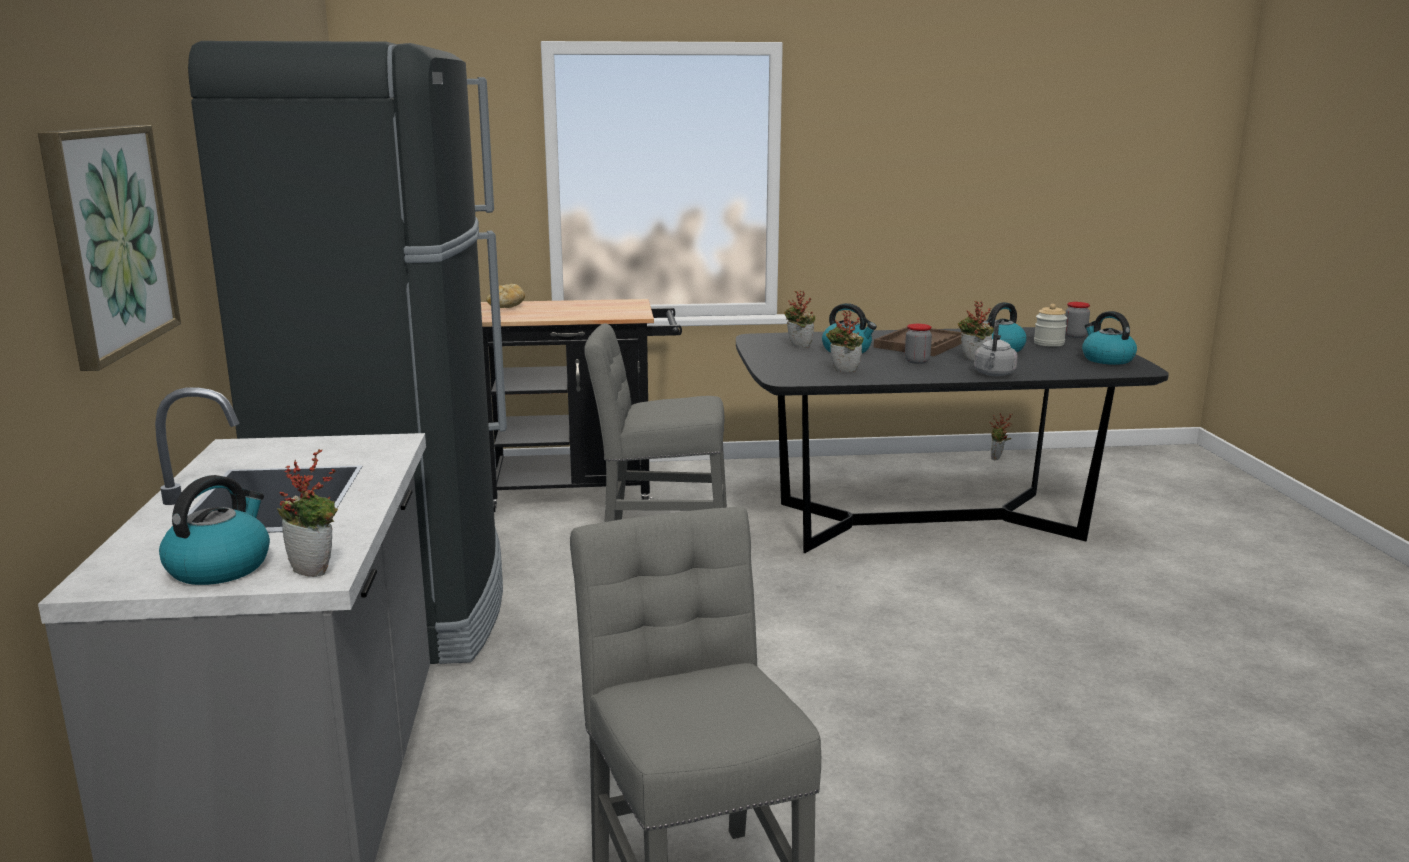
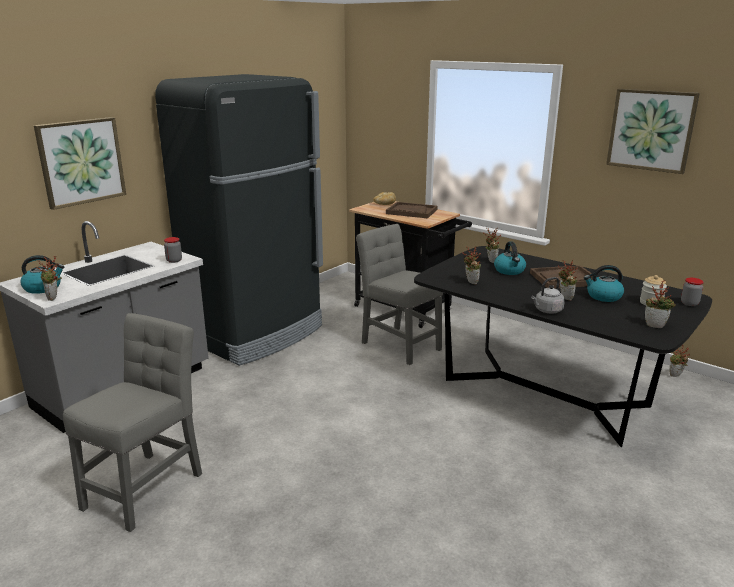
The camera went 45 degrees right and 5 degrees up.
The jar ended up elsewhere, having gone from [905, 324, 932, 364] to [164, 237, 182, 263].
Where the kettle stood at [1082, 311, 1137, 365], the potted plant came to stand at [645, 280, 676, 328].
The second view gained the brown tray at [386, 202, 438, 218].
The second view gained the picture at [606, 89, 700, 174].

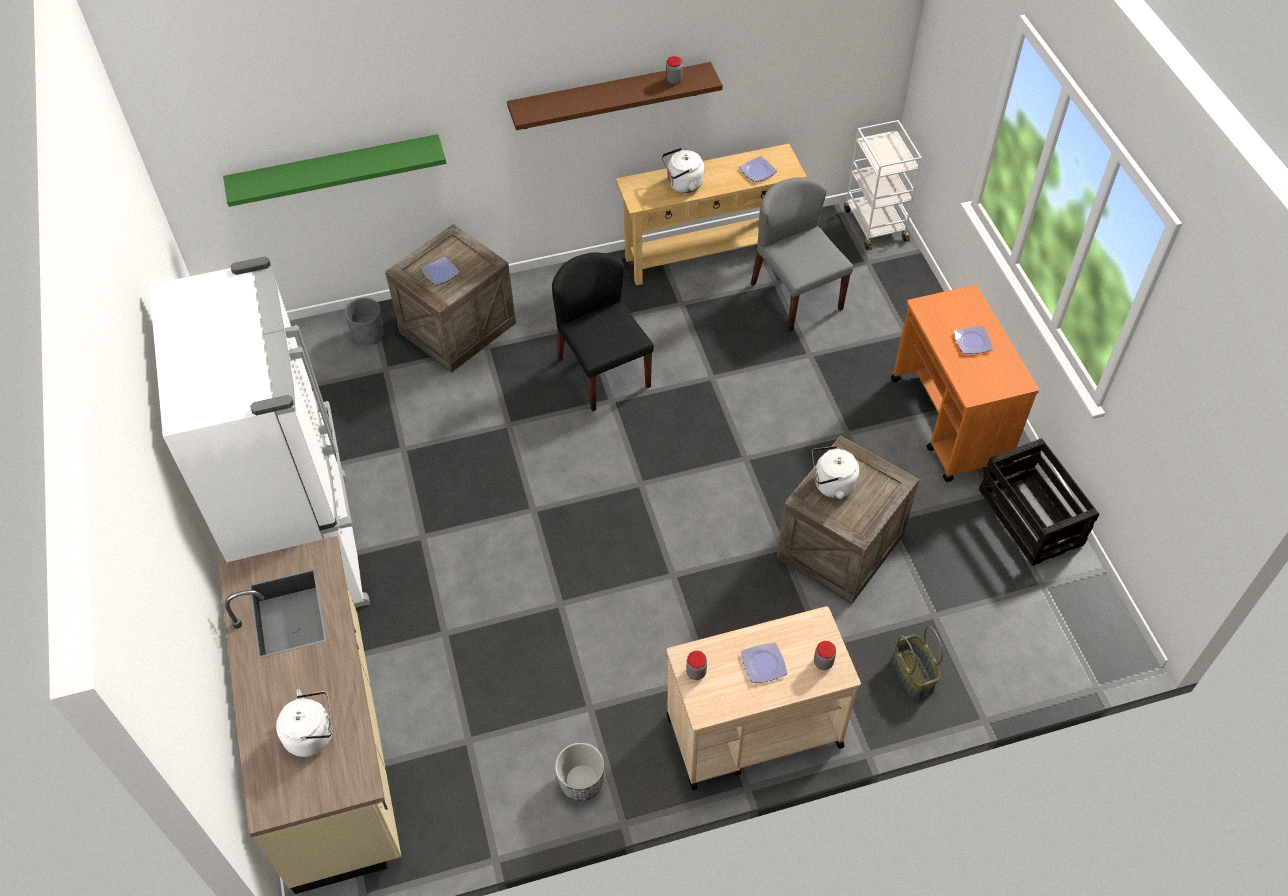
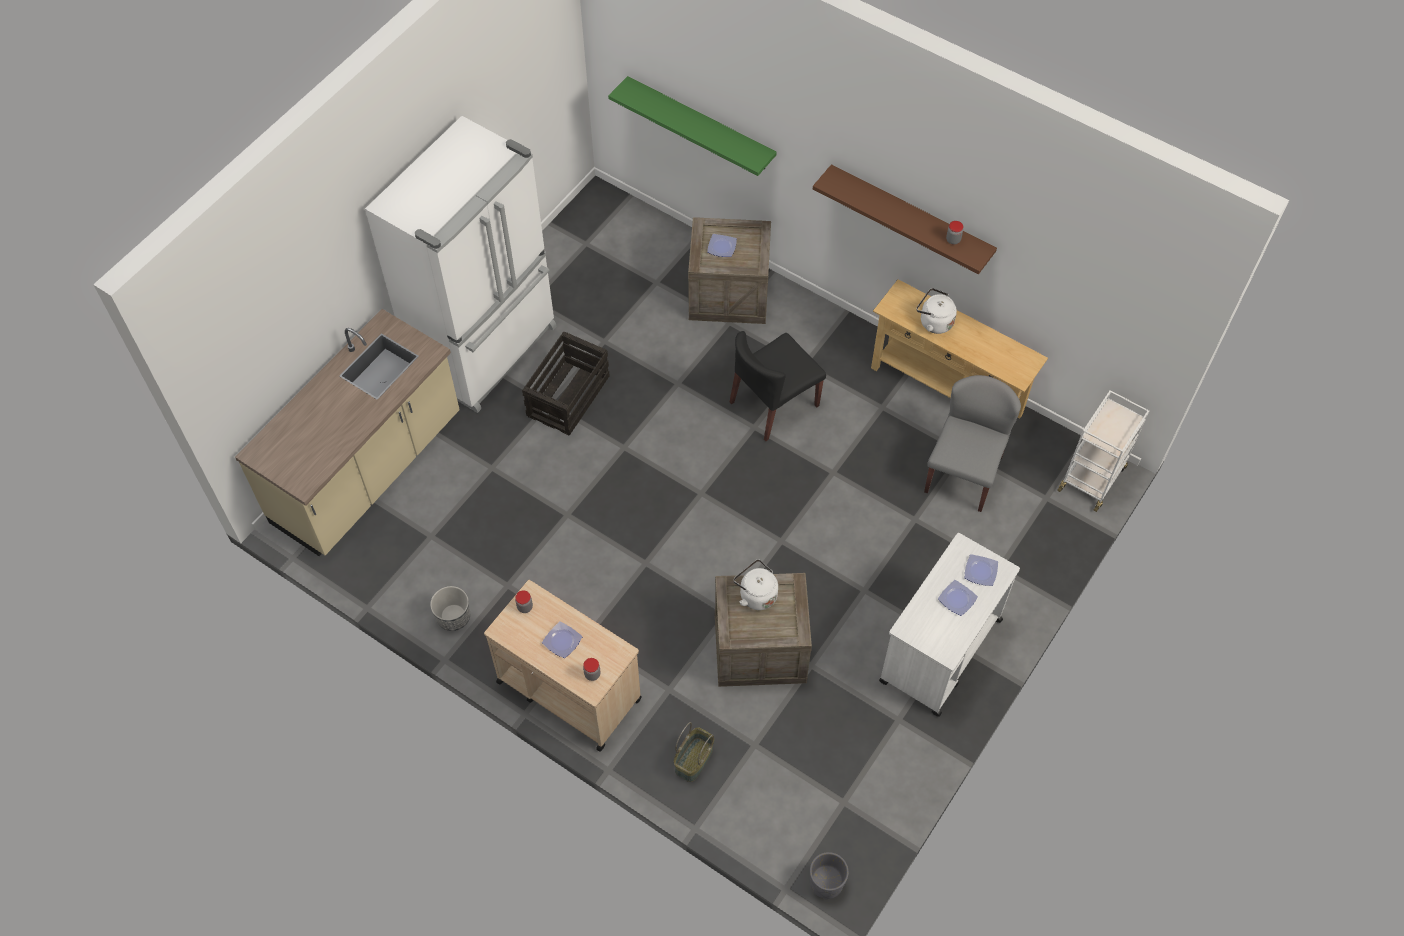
The camera went 50 degrees right and 5 degrees up.
The second view lost the white kettle at [276, 689, 333, 757].
The grey planter ended up elsewhere, having gone from [344, 297, 384, 345] to [810, 852, 848, 899].
The black chair at [552, 252, 654, 411] ended up facing another way, 150 degrees counterclockwise from before.
The plate ended up elsewhere, having gone from [739, 156, 777, 182] to [965, 554, 998, 586].
What was the orange cart at [891, 285, 1039, 482] turned into the white cart at [879, 533, 1020, 717].
The crate ended up elsewhere, having gone from [979, 438, 1099, 566] to [522, 331, 610, 435].

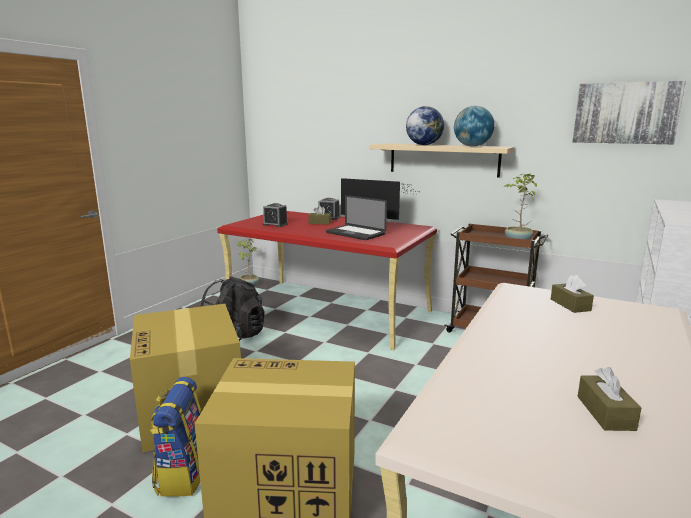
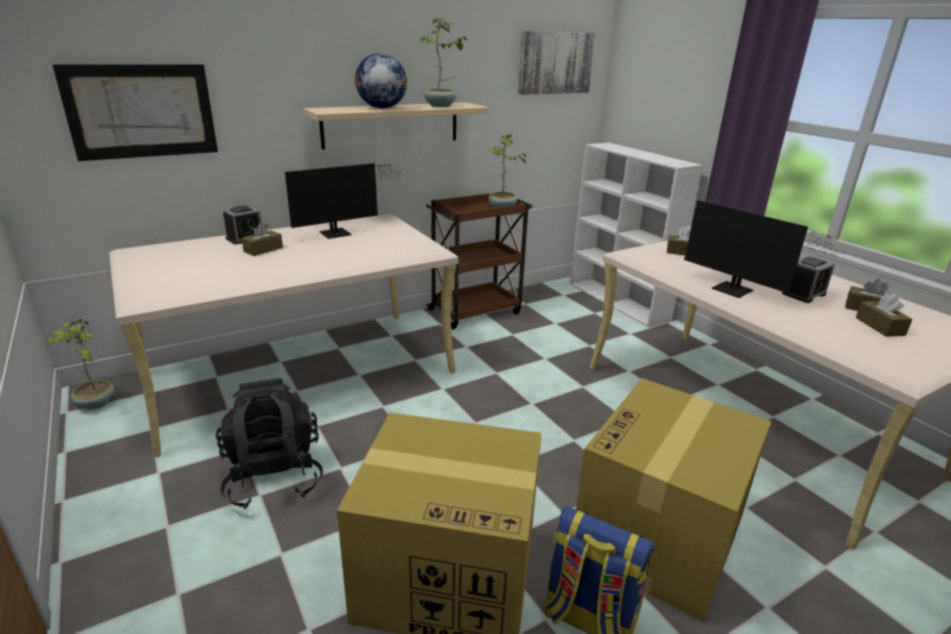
The camera went 60 degrees left and 10 degrees up.
What was the red desk at [217, 211, 437, 350] turned into the beige desk at [109, 214, 459, 458].
The alarm clock ended up elsewhere, having gone from [263, 203, 288, 227] to [782, 256, 835, 303].
The second view lost the laptop at [326, 195, 387, 240].
Where the globe stood at [454, 106, 495, 147], the potted plant came to stand at [419, 17, 468, 107].
The second view gained the picture at [52, 64, 218, 161].
The second view gained the monitor at [684, 200, 846, 298].
The second view gained the brown tissue box at [856, 293, 913, 337].

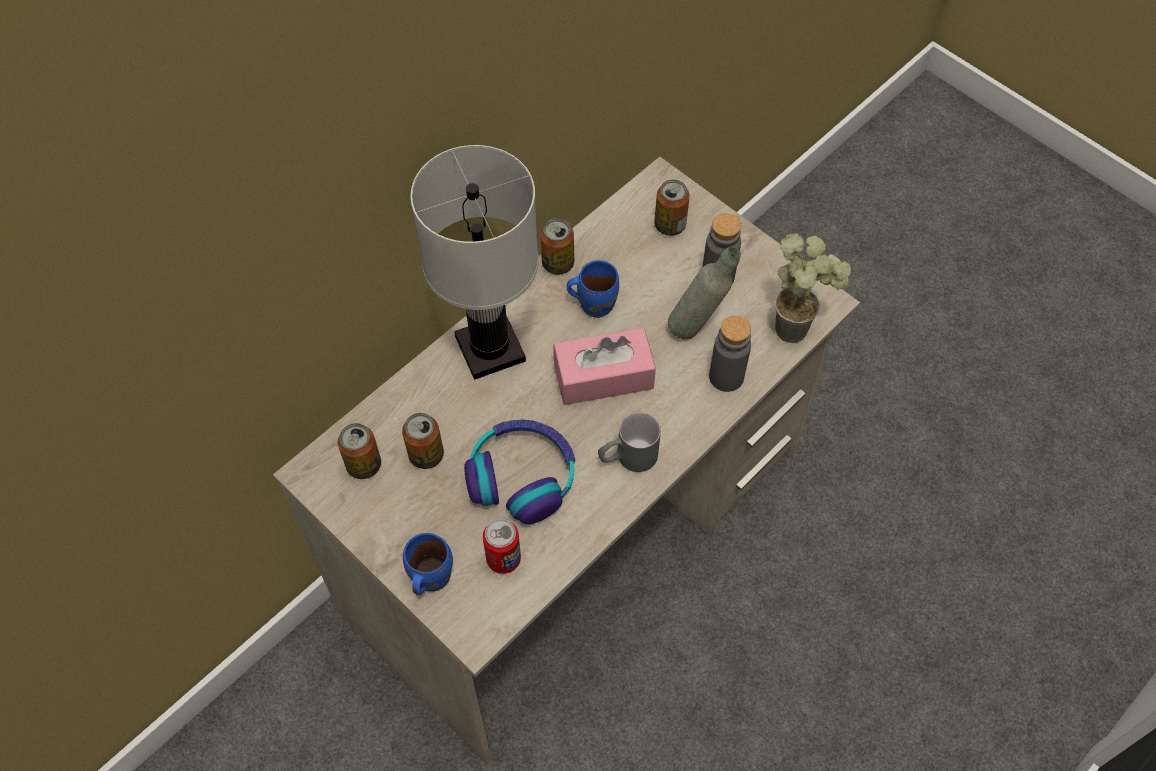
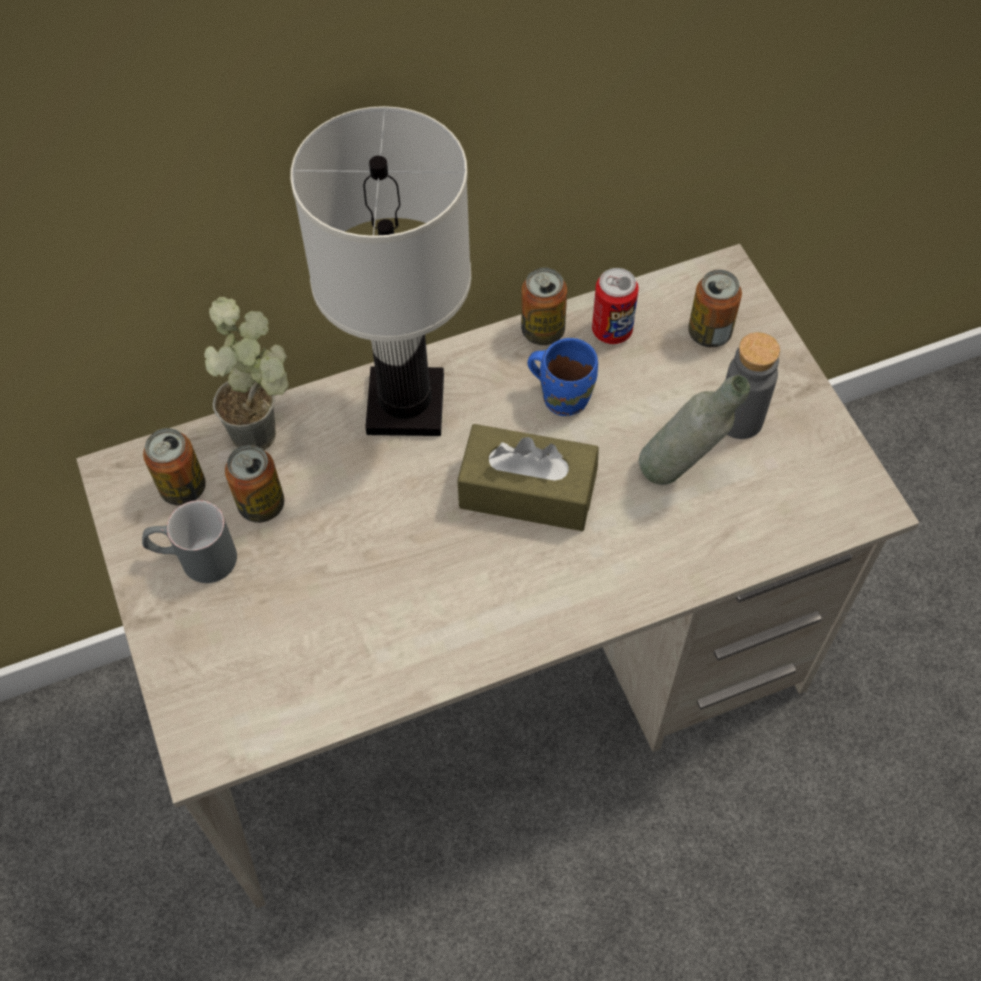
The camera went 25 degrees right and 0 degrees up.
The second view lost the blue mug at [403, 533, 453, 595].
The second view lost the headphones at [464, 420, 575, 524].
The can ended up elsewhere, having gone from [483, 519, 521, 574] to [592, 268, 639, 344].
What was the pink tissue box at [553, 328, 656, 405] turned into the brown tissue box at [457, 424, 599, 531].
The grey mug ended up elsewhere, having gone from [598, 412, 661, 472] to [142, 500, 237, 583].
The second view lost the grey bottle at [709, 316, 751, 392].
The potted plant ended up elsewhere, having gone from [775, 233, 851, 343] to [204, 297, 289, 450].

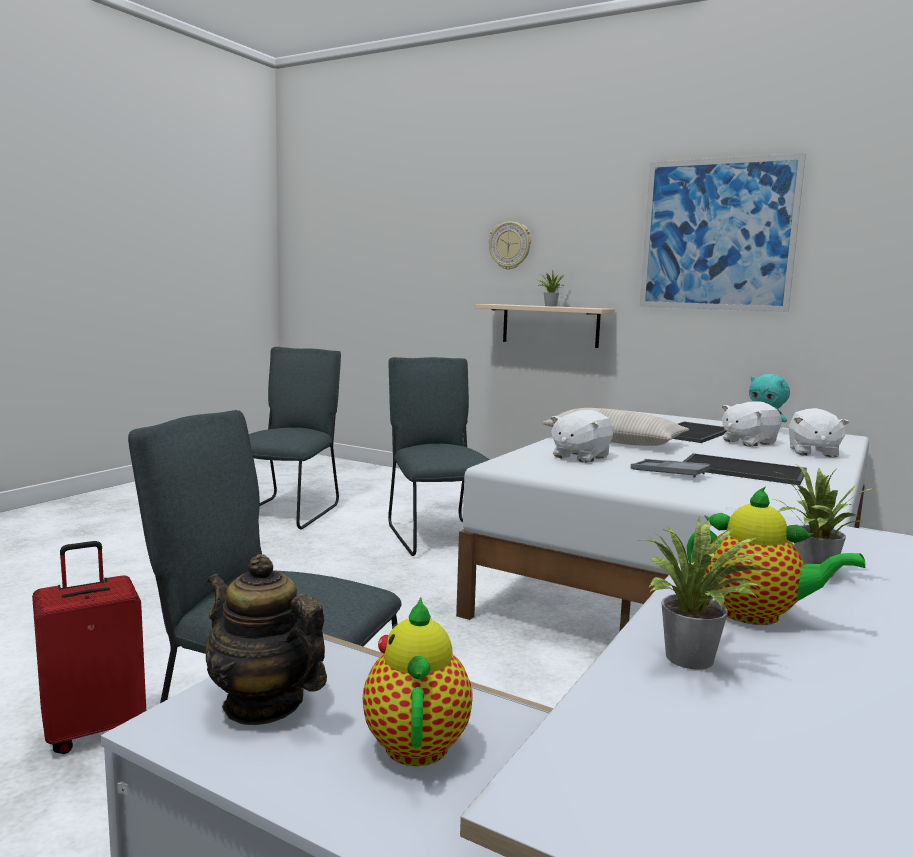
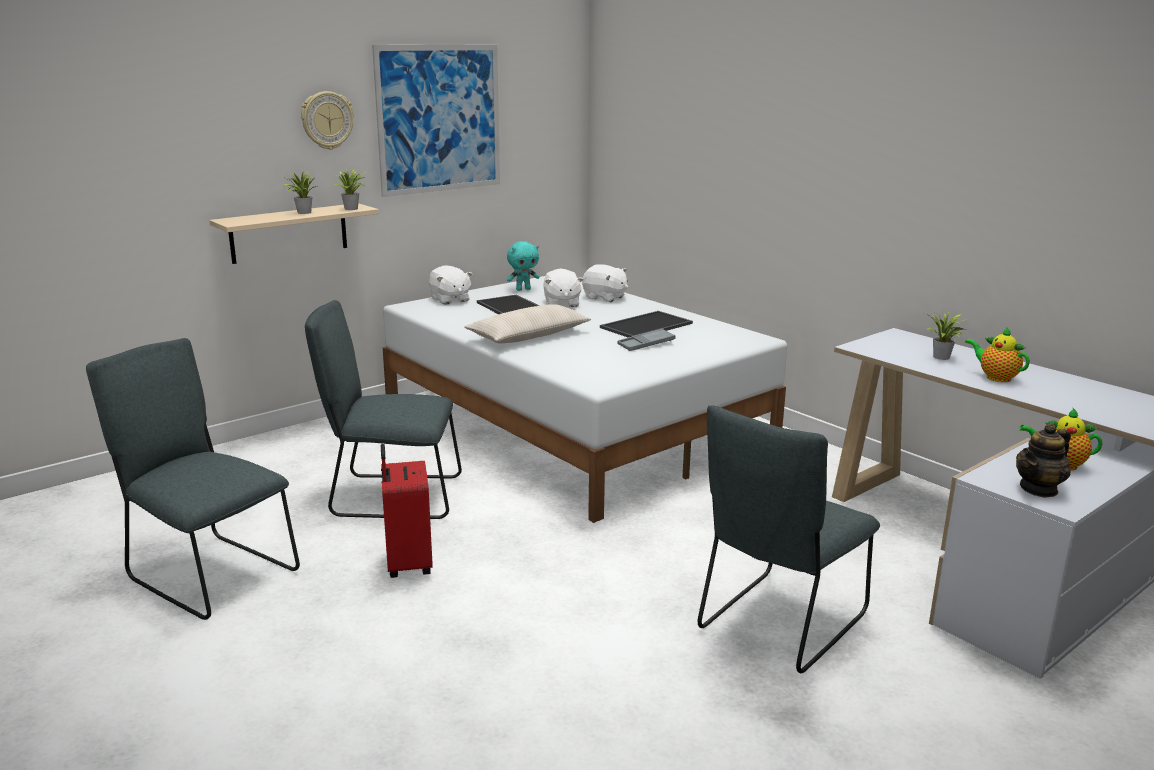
The camera went 70 degrees left and 10 degrees up.
The red suitcase ended up elsewhere, having gone from [32, 541, 146, 754] to [381, 444, 433, 578].
The wall clock ended up elsewhere, having gone from [489, 221, 531, 270] to [301, 91, 354, 150].
The white plush toy ended up elsewhere, having gone from [550, 410, 613, 463] to [429, 265, 472, 305].
The potted plant ended up elsewhere, having gone from [641, 515, 776, 670] to [334, 169, 366, 210].
The teapot at [687, 486, 865, 625] ended up facing another way, 90 degrees counterclockwise from before.

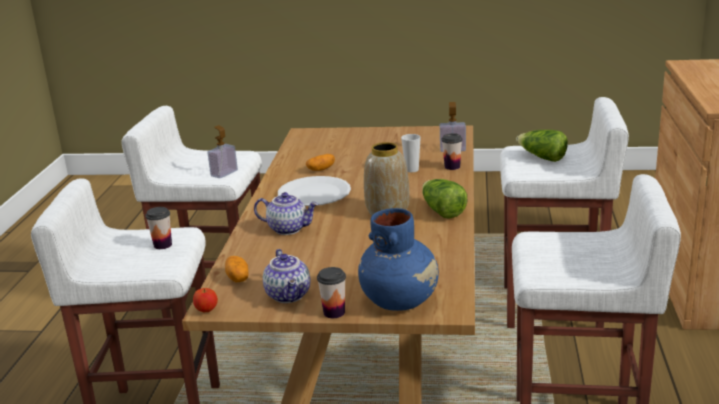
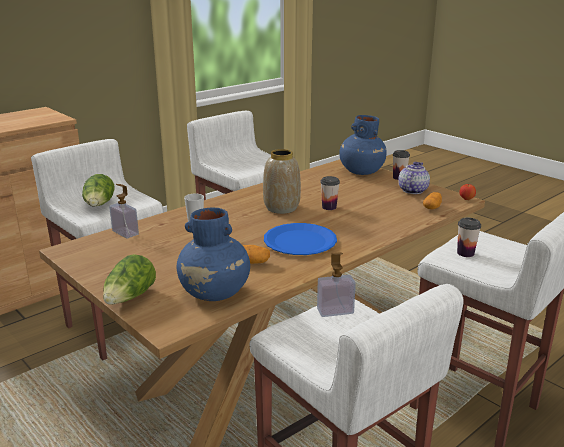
The camera went 140 degrees left and 0 degrees up.
The second view lost the teapot at [254, 192, 318, 235].
What was the white plate at [278, 176, 351, 206] turned into the blue plate at [264, 223, 337, 255].
The lettuce ended up elsewhere, having gone from [422, 179, 467, 219] to [103, 254, 156, 305].
The cup ended up elsewhere, having gone from [442, 133, 462, 170] to [320, 176, 340, 210].
The second view gained the blue vase at [176, 208, 250, 301].

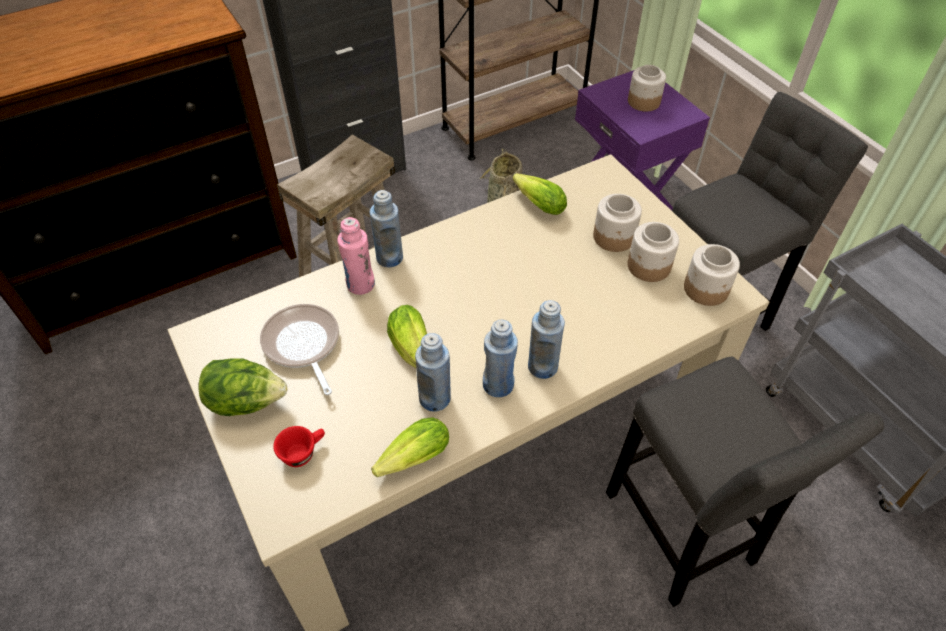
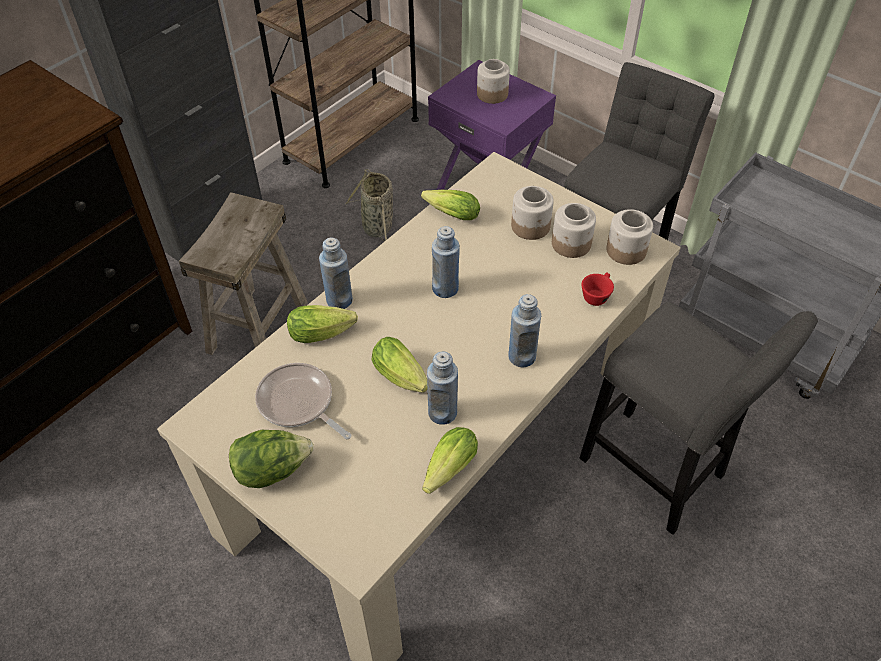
The camera went 20 degrees left and 0 degrees up.
The red cup ended up elsewhere, having gone from [273, 426, 325, 467] to [582, 273, 614, 306].
Where the pink bottle stood at [337, 217, 375, 295], the lettuce came to stand at [287, 305, 358, 343].
The blue bottle ended up elsewhere, having gone from [483, 319, 518, 397] to [432, 226, 460, 298].

